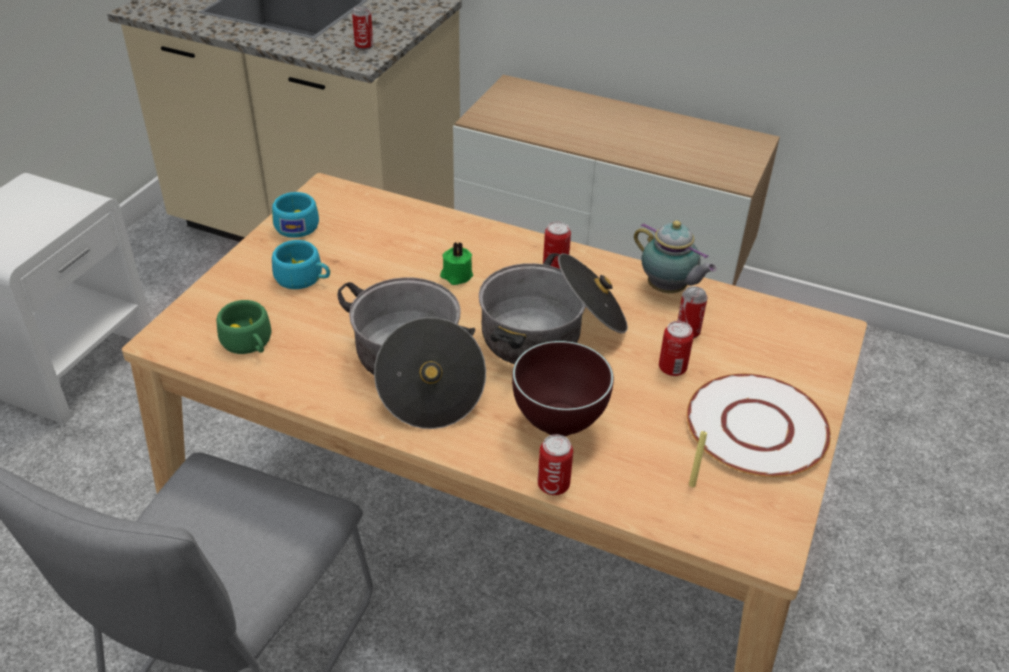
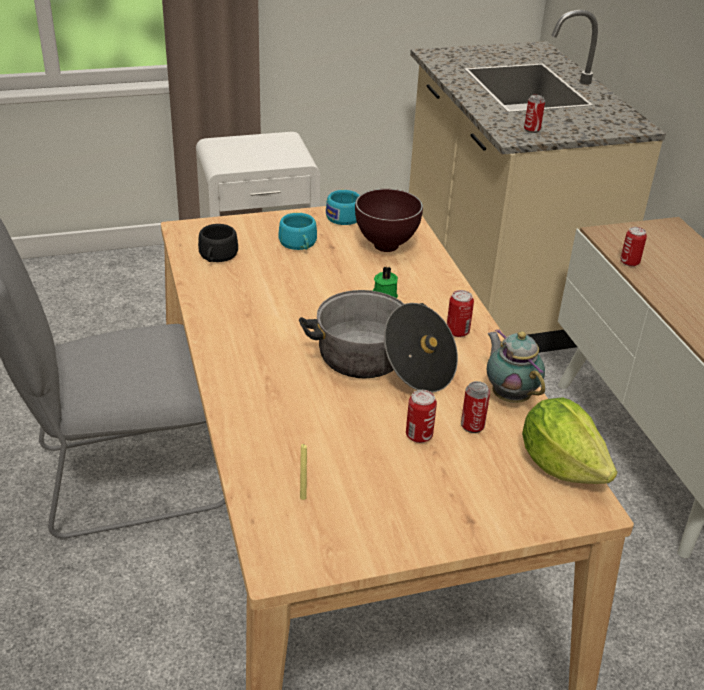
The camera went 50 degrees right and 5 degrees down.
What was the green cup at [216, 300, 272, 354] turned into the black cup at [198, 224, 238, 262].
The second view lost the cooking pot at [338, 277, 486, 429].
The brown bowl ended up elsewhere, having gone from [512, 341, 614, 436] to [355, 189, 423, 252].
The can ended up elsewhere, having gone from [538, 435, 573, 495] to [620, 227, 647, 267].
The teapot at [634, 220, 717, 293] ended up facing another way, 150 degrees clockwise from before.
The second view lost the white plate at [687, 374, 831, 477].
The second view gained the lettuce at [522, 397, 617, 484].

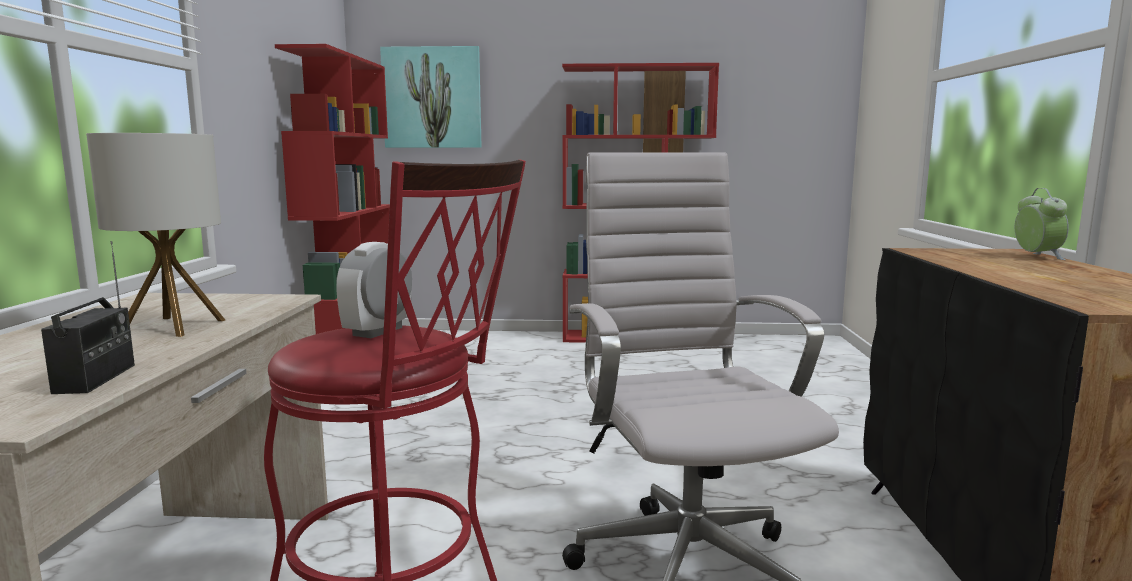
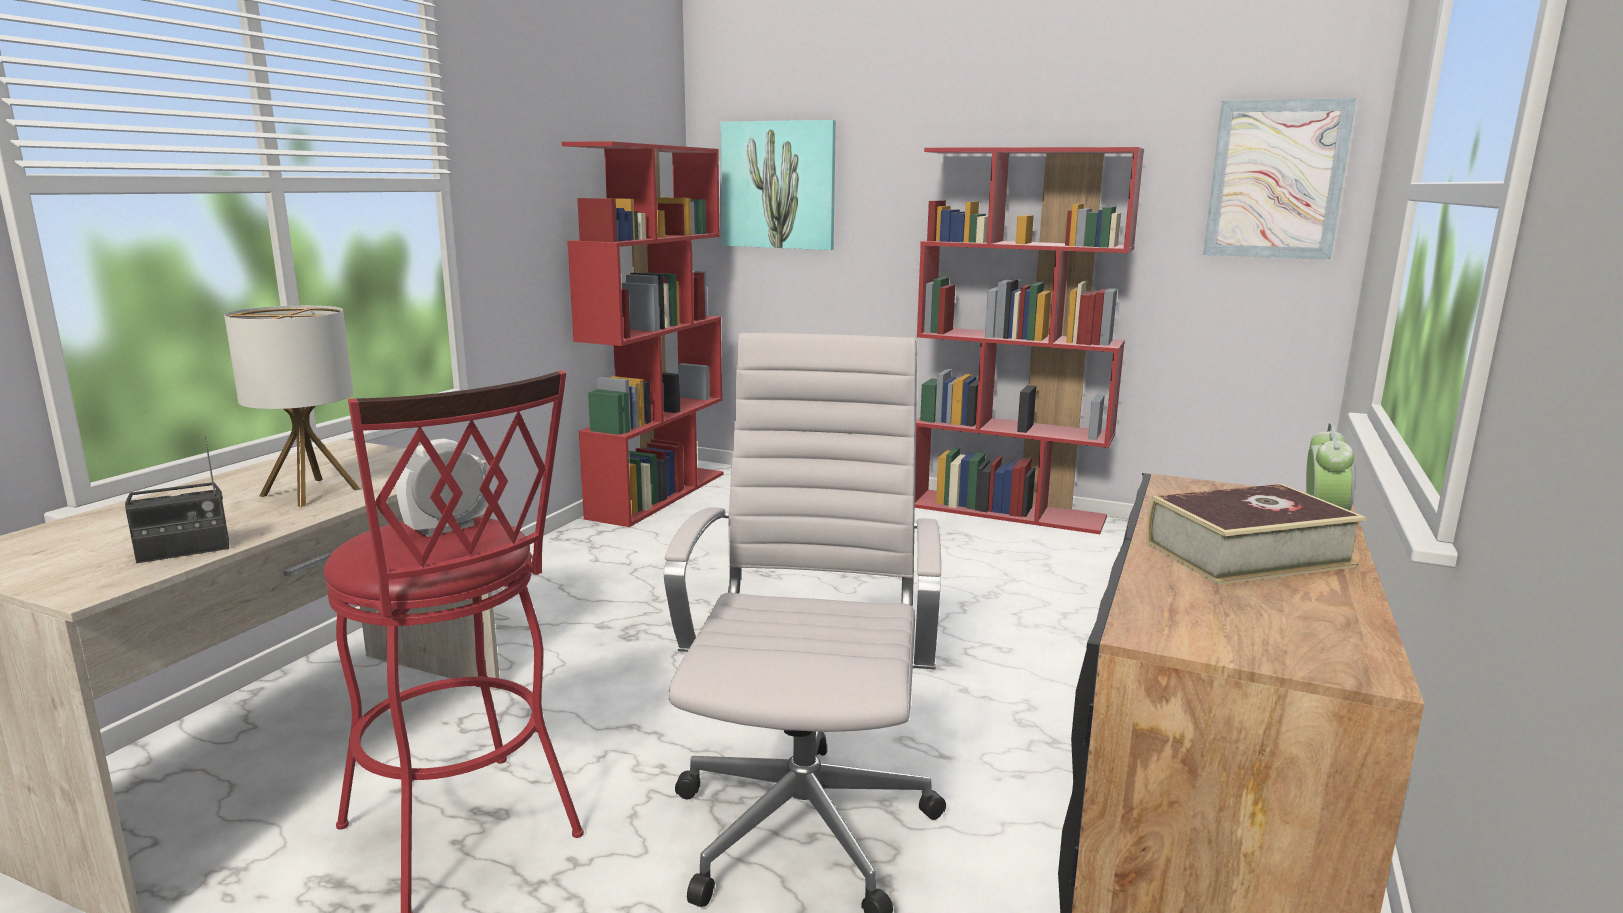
The camera went 20 degrees right and 5 degrees up.
The radio at [41, 241, 135, 394] ended up facing another way, 45 degrees clockwise from before.
The second view gained the book at [1146, 484, 1366, 585].
The second view gained the picture at [1203, 98, 1356, 260].

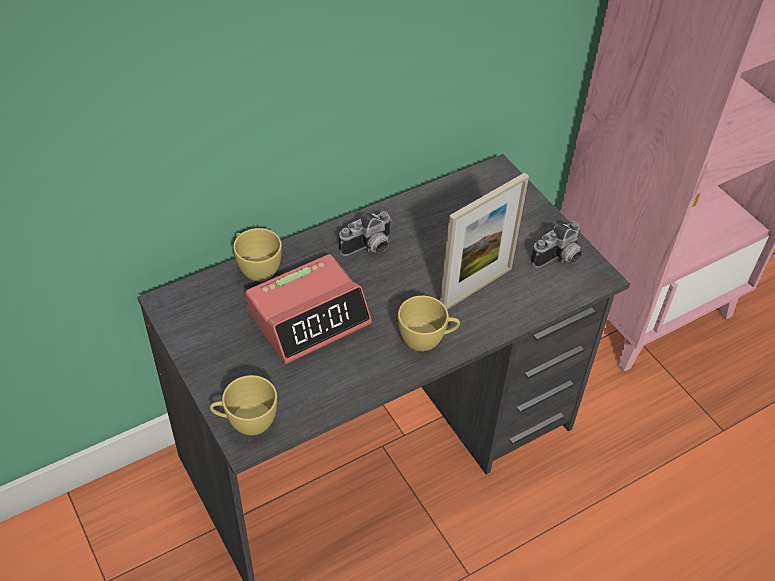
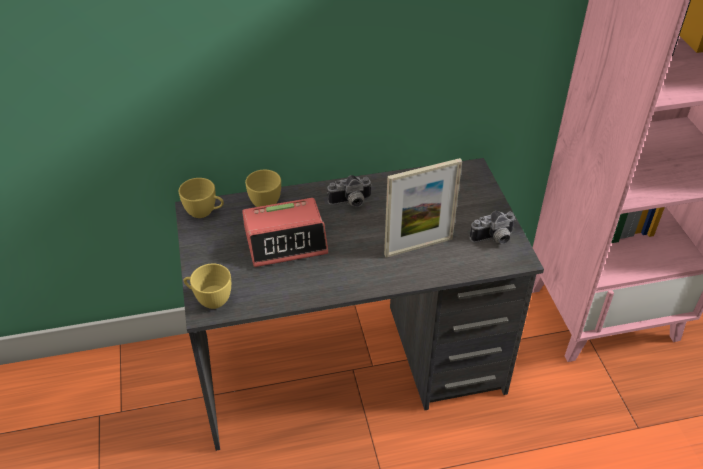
The camera went 20 degrees right and 5 degrees down.
The yellow cup ended up elsewhere, having gone from [398, 295, 460, 352] to [179, 178, 224, 218].

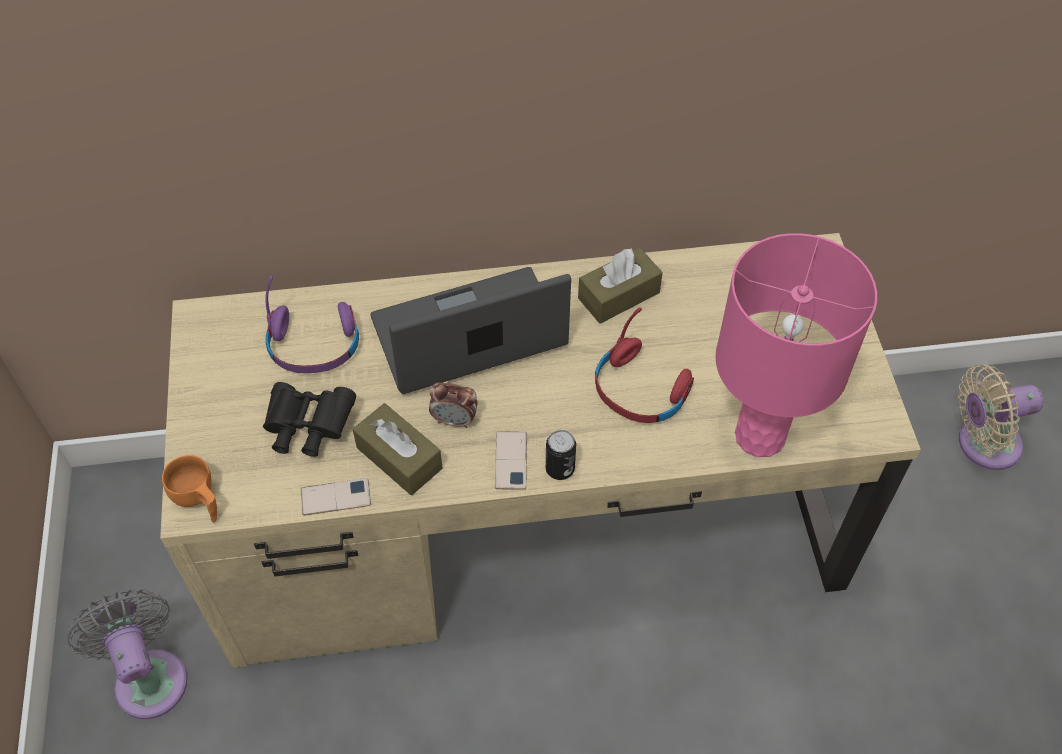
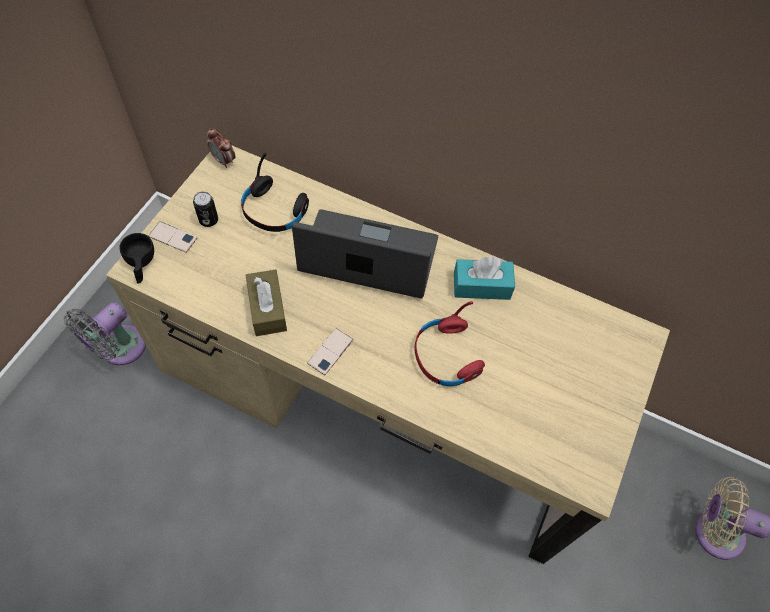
The camera went 30 degrees right and 5 degrees up.
The grey fan at [67, 589, 187, 719] ended up facing another way, 150 degrees counterclockwise from before.
What was the orange cup at [162, 455, 217, 523] turned into the black cup at [119, 233, 154, 284].
The second view lost the black binoculars at [263, 382, 356, 457].
What was the purple headphones at [265, 275, 359, 373] turned into the black headphones at [241, 153, 309, 232].
The phone ended up elsewhere, having gone from [301, 478, 371, 515] to [148, 221, 198, 253].
The alarm clock ended up elsewhere, having gone from [429, 382, 478, 428] to [207, 128, 235, 168].
The can ended up elsewhere, having gone from [546, 430, 576, 480] to [193, 191, 218, 227].
What was the brown tissue box at [578, 248, 663, 324] turned into the turquoise tissue box at [454, 257, 515, 300].
The second view lost the pink table lamp at [715, 233, 877, 457].

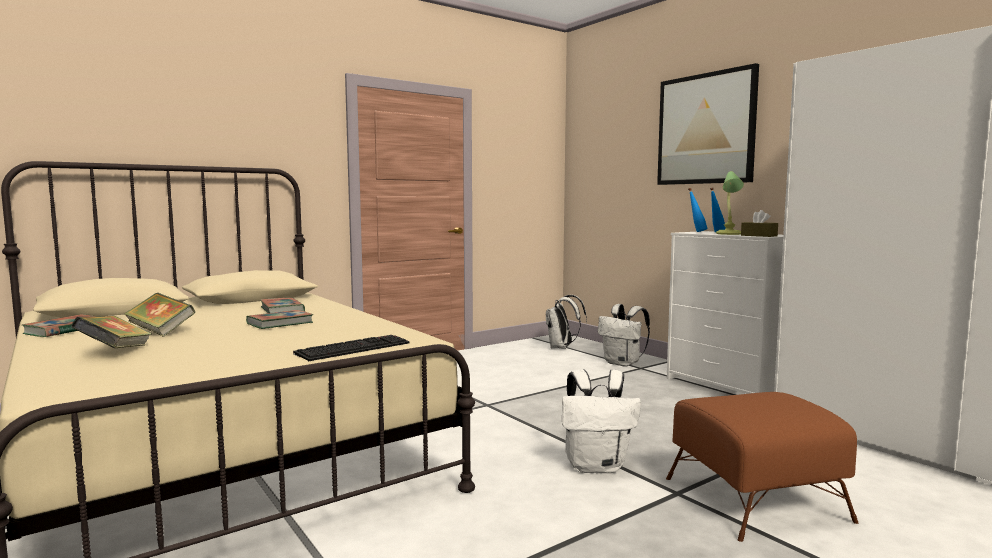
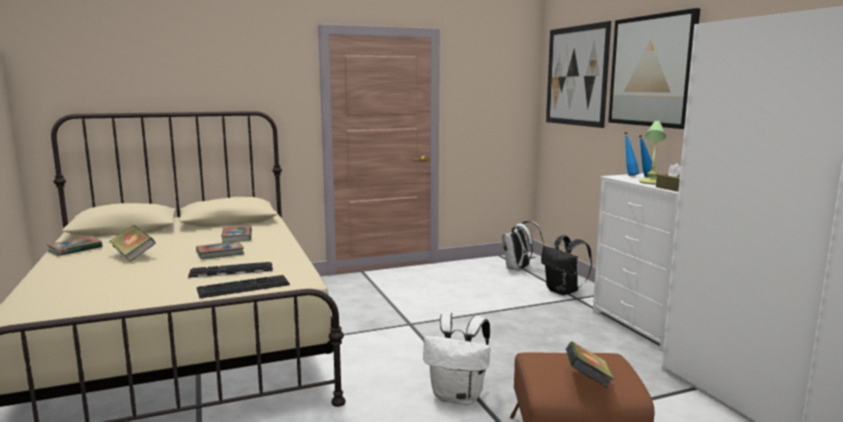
The camera went 15 degrees right and 5 degrees up.
The book ended up elsewhere, having gone from [71, 316, 152, 348] to [566, 342, 615, 388].
What was the white backpack at [598, 304, 650, 367] turned into the black backpack at [541, 235, 592, 295].
The second view gained the keyboard at [188, 262, 273, 278].
The second view gained the picture at [546, 21, 611, 128].

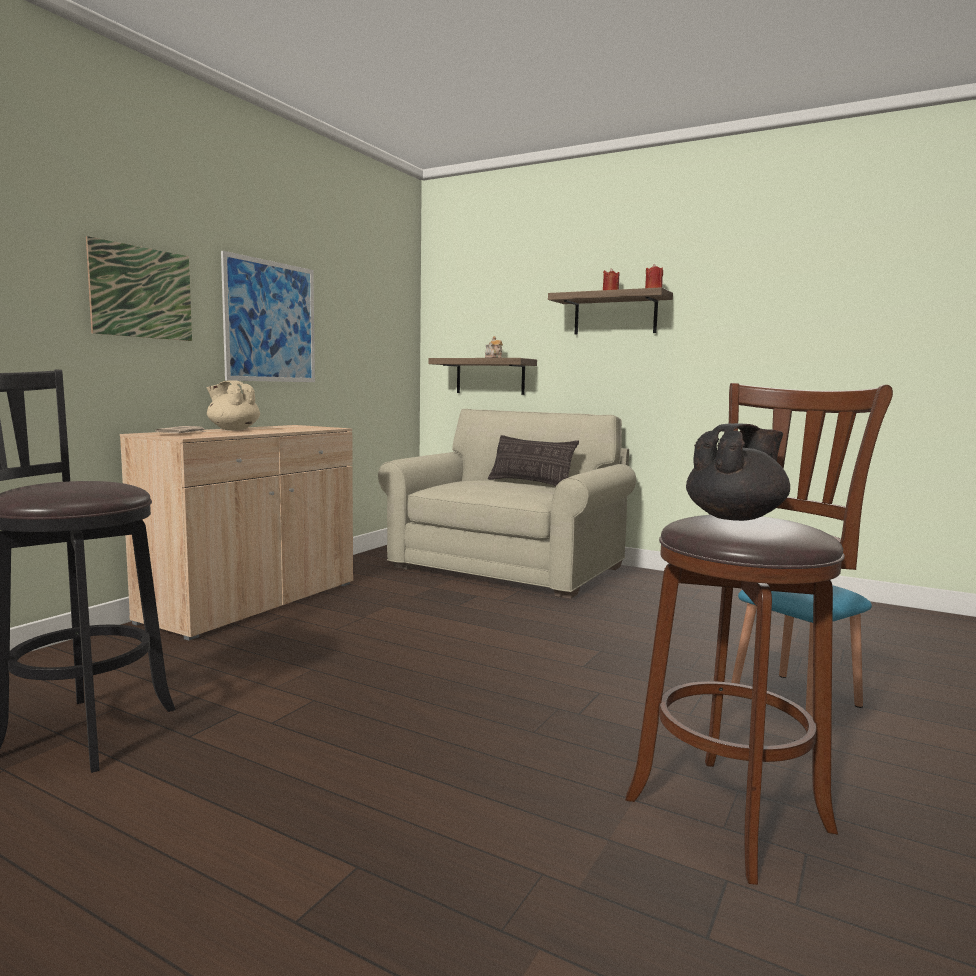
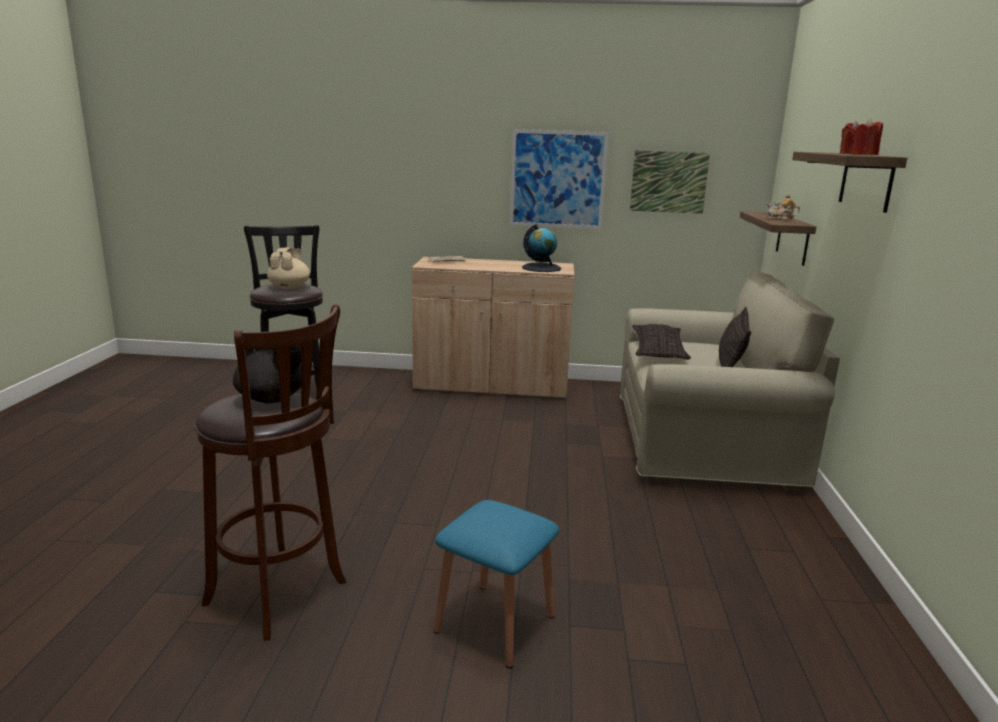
The camera went 65 degrees right and 10 degrees up.
The picture ended up elsewhere, having gone from [86, 236, 192, 341] to [630, 150, 710, 214].
The beige teapot ended up elsewhere, having gone from [207, 380, 260, 430] to [267, 248, 310, 289].
The second view gained the globe at [522, 224, 561, 272].
The second view gained the pillow at [632, 324, 691, 360].

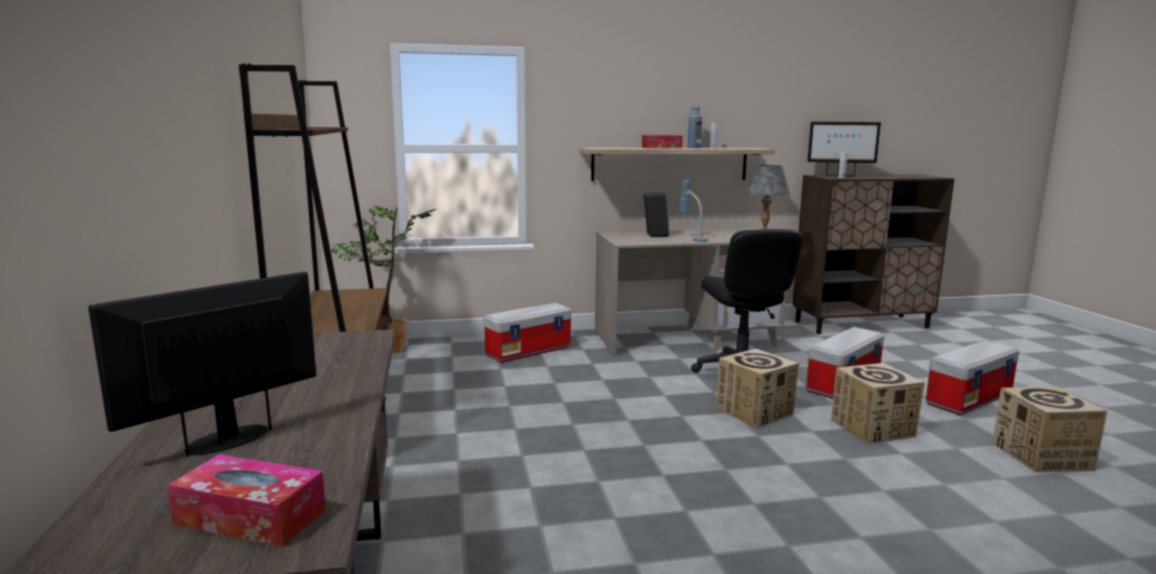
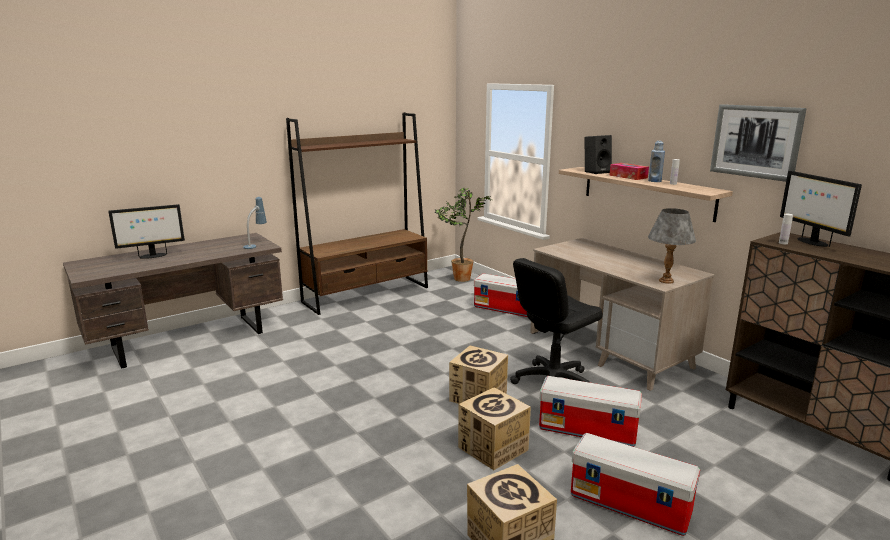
The camera went 65 degrees right and 5 degrees up.
The monitor at [88, 272, 316, 457] ended up facing another way, 135 degrees clockwise from before.
The second view lost the tissue box at [167, 454, 326, 547].
The black speaker ended up elsewhere, having gone from [644, 192, 669, 237] to [585, 135, 612, 174].
The table lamp ended up elsewhere, having gone from [679, 180, 708, 242] to [243, 197, 267, 249].
The second view gained the picture at [710, 104, 807, 182].

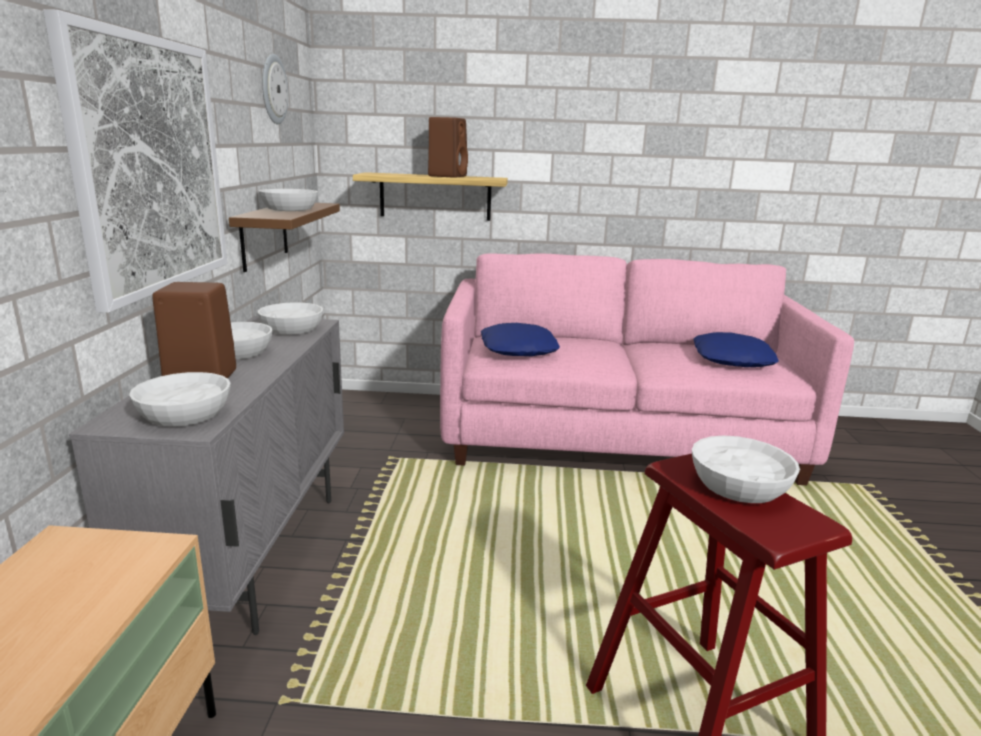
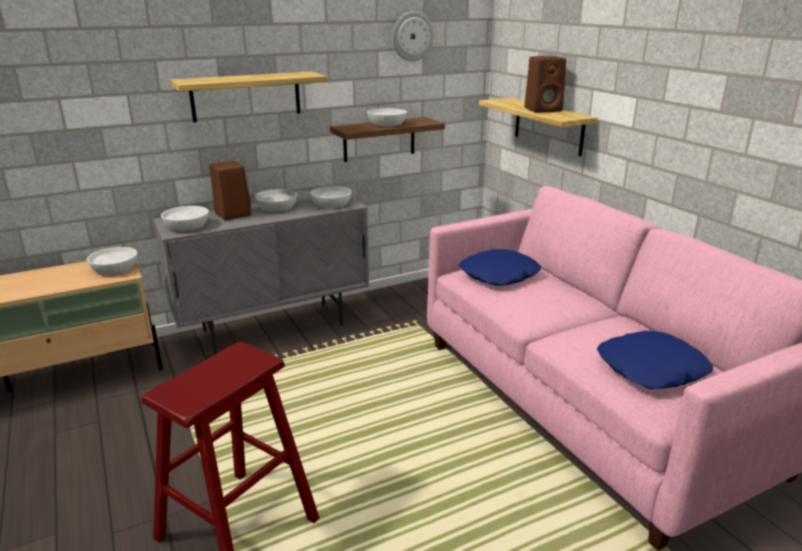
The camera went 60 degrees right and 5 degrees up.
Where the picture hung at [43, 9, 227, 313], the shelf came to hang at [170, 72, 327, 123].
The white bowl ended up elsewhere, having gone from [692, 435, 800, 503] to [87, 247, 137, 275].

